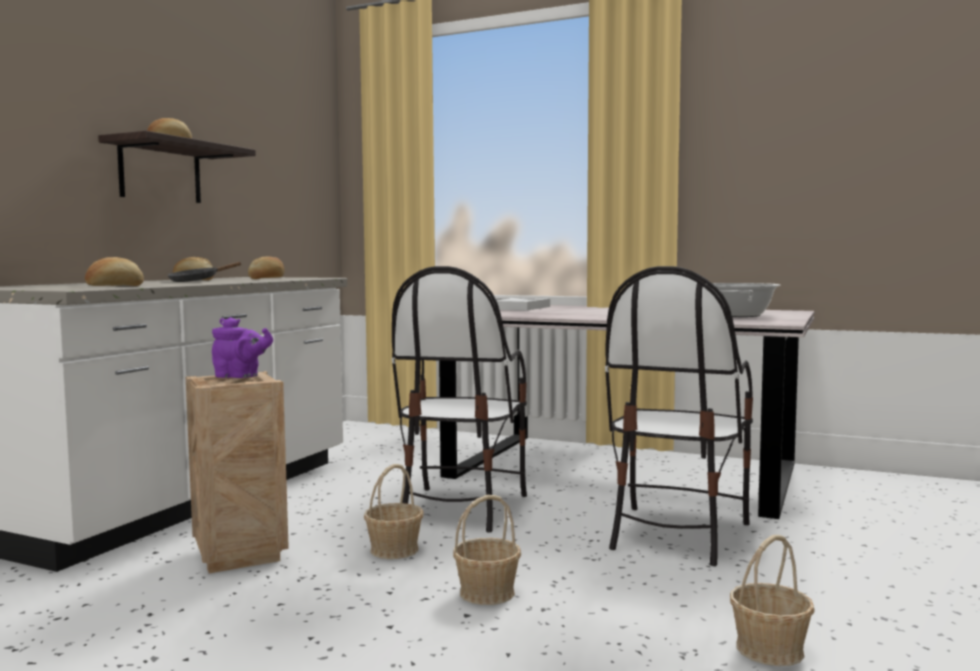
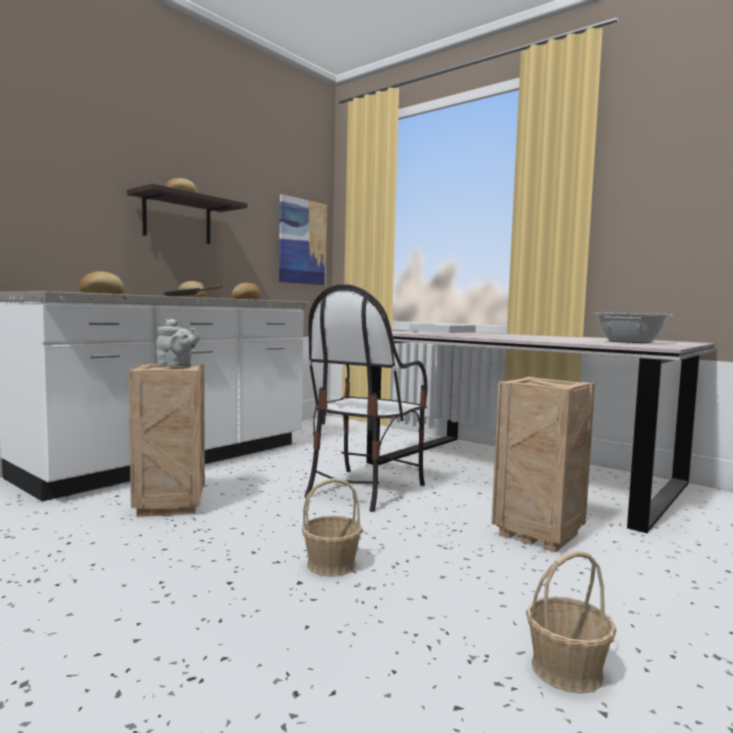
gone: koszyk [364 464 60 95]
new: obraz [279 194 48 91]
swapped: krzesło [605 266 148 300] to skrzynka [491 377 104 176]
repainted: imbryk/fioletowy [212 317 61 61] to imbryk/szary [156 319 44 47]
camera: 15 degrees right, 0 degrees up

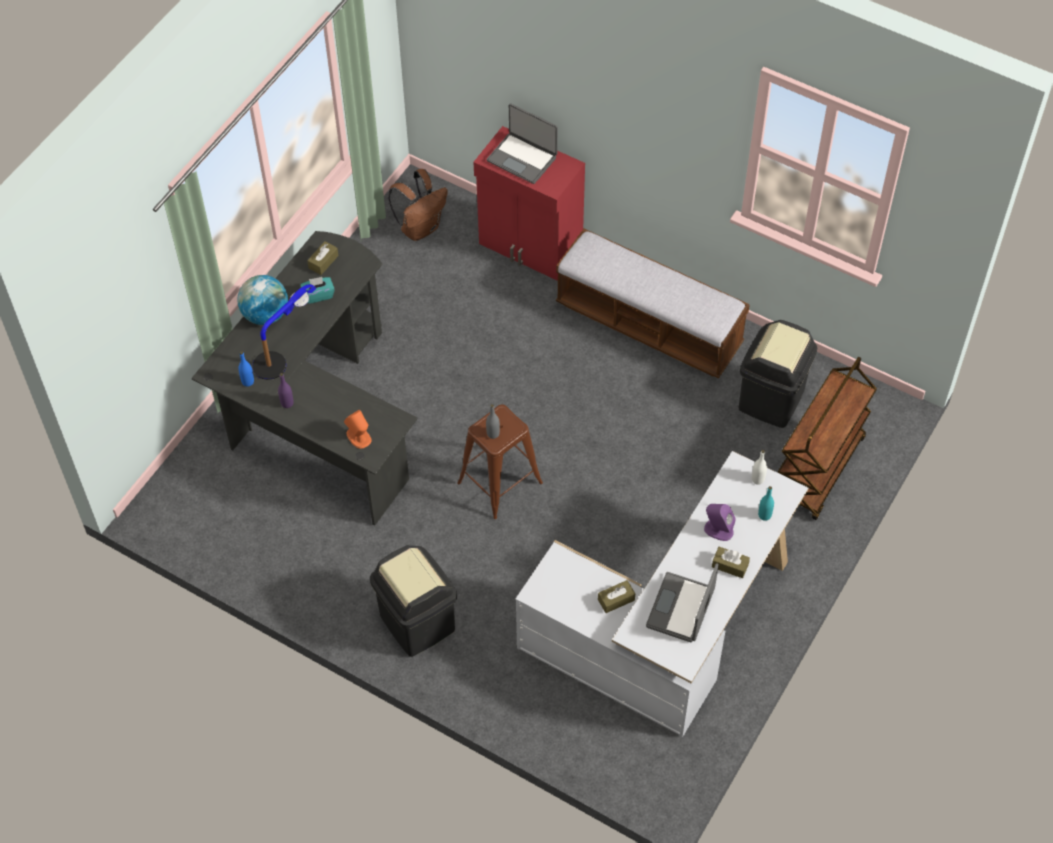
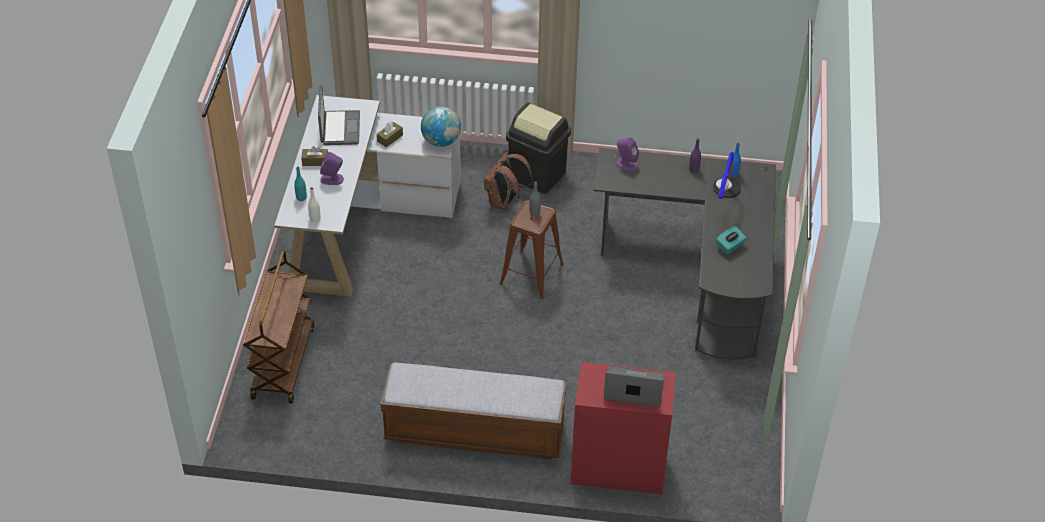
gone: pudełko chusteczek/brązowy [307 241 31 34]; kosz na śmieci/czarny [739 320 78 108]
shifted: globus [237 275 51 50] to [421 106 40 41]; plecak/brązowy [388 169 60 72] to [484 152 48 58]
repainted: głośnik/pomarańczowy [344 409 28 40] to głośnik/fioletowy [616 138 23 33]
camera: 155 degrees right, 10 degrees down

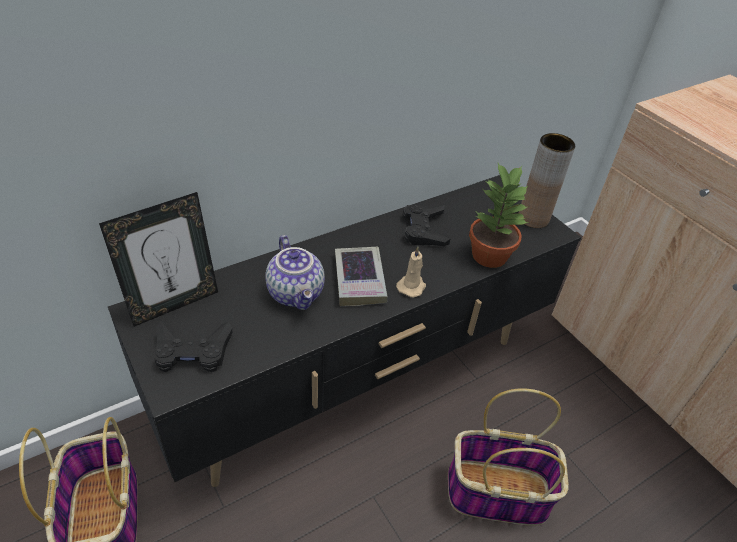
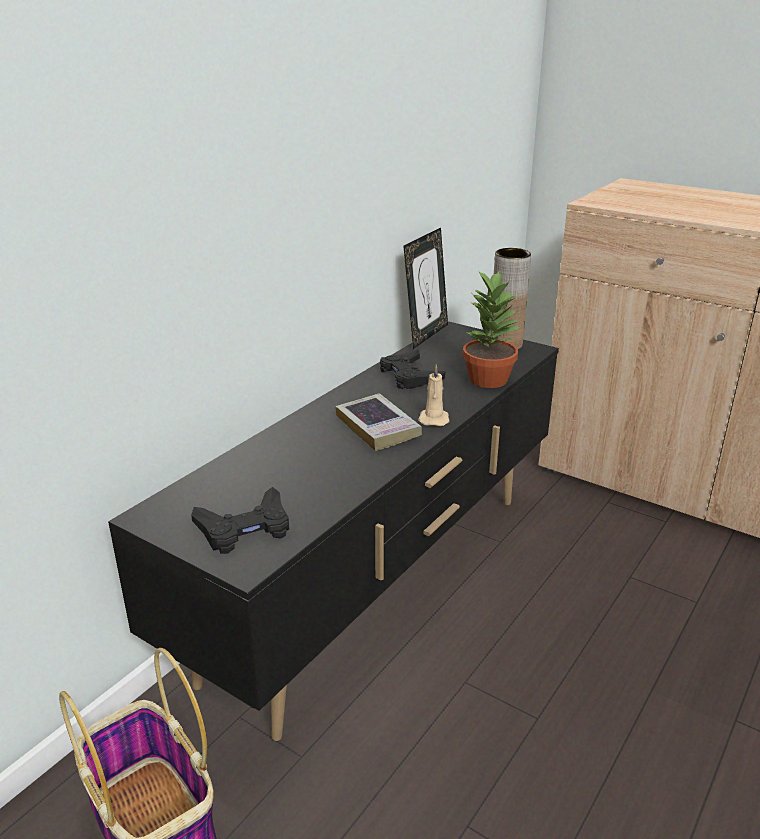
gone: imbryk [265 235 60 75]; koszyk [448 388 121 138]
shifted: ramka na zdjęcie [99 192 119 135] to [403 228 45 121]
camera: 20 degrees left, 15 degrees down

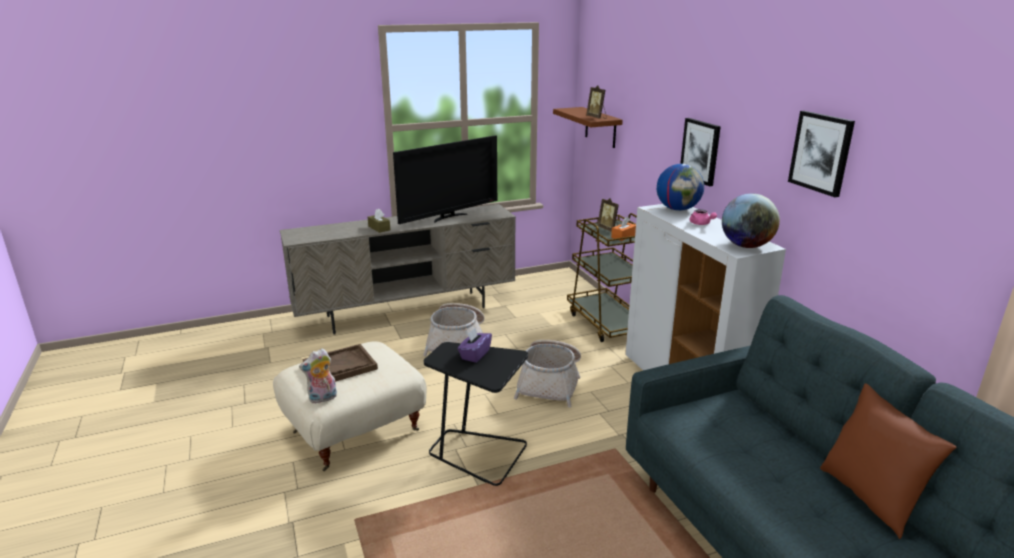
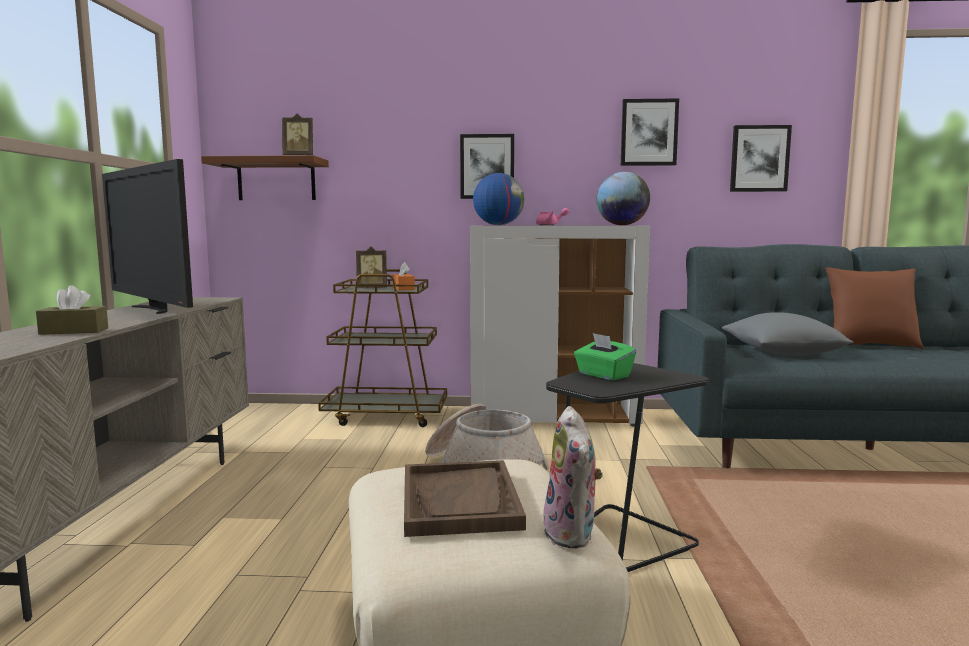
gone: koszyk [423 303 61 53]
new: poduszka/szary [722 312 132 43]; obraz [730 125 62 67]
repainted: pudełko chusteczek/fioletowy [458 327 34 36] to pudełko chusteczek/zielony [574 333 62 47]
rotated: telewizor [393 135 104 89] = [102 159 91 155] 150 degrees clockwise
camera: 65 degrees left, 15 degrees down

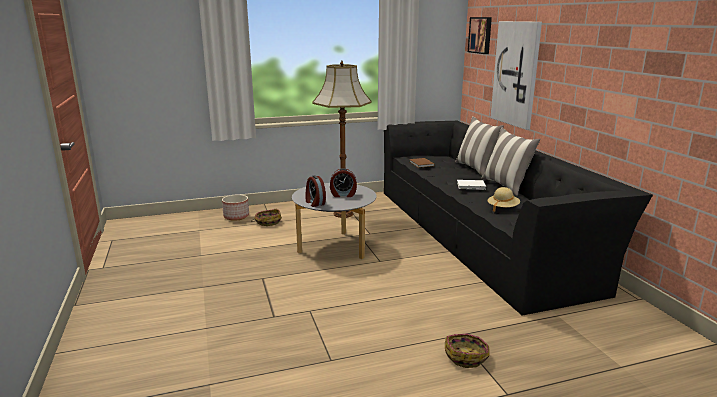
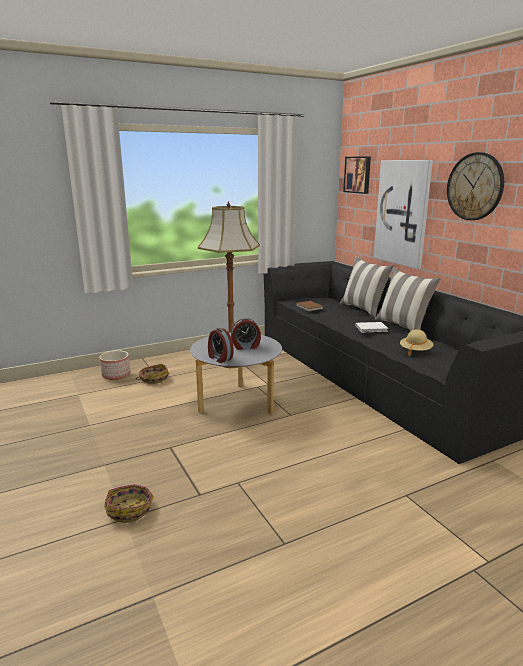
new: zegar ścienny [447 152 57 68]
shifted: koszyk [445 334 45 34] to [104 484 50 39]
camera: 10 degrees left, 0 degrees up

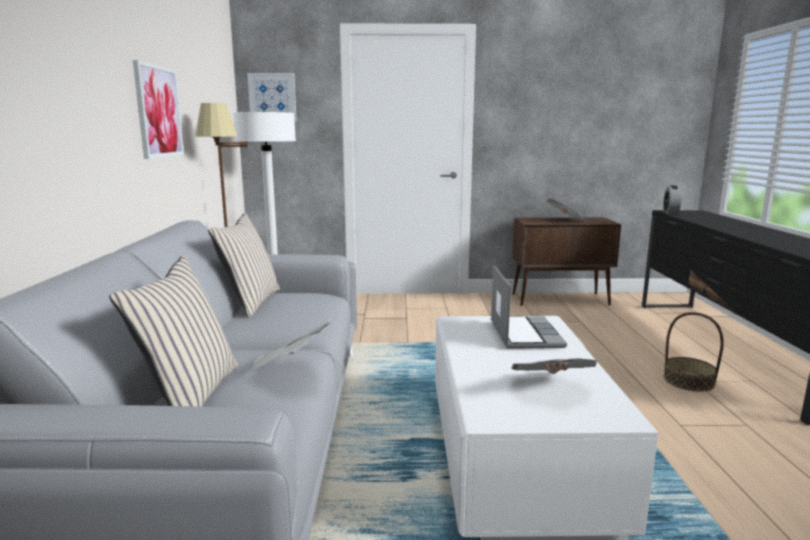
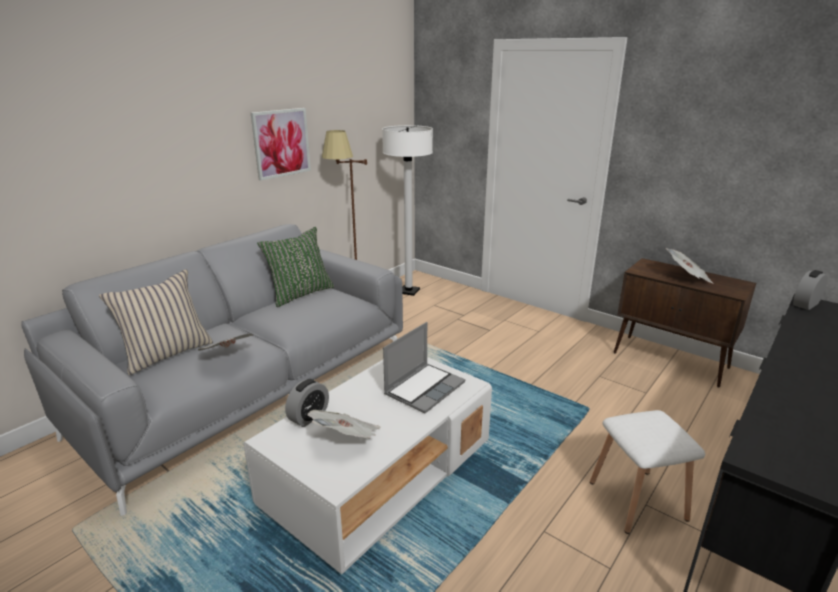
gone: obraz [247 73 50 48]
new: budzik [285 379 44 48]
swapped: koszyk [664 312 60 80] to stołek/biały [590 410 115 124]
repainted: poduszka/beżowy [208 213 72 104] to poduszka/zielony [257 227 77 80]
camera: 40 degrees right, 10 degrees up

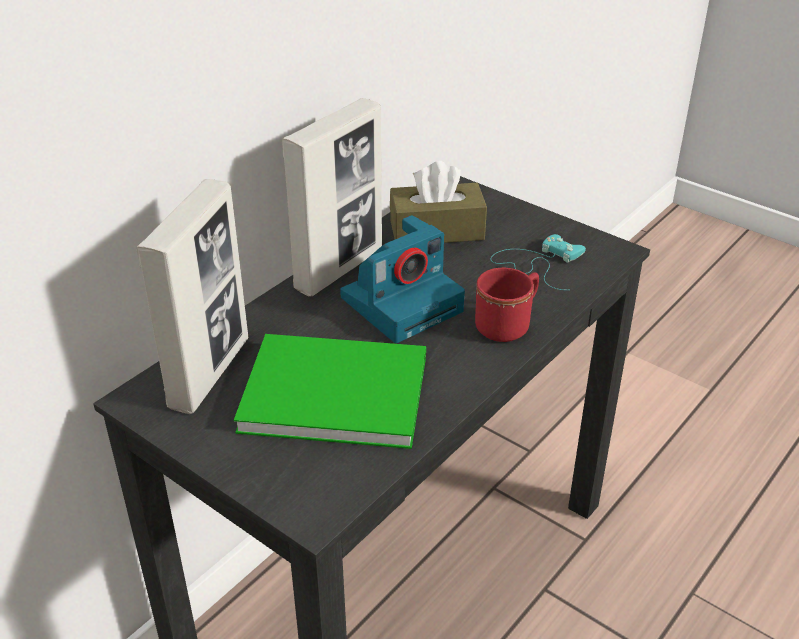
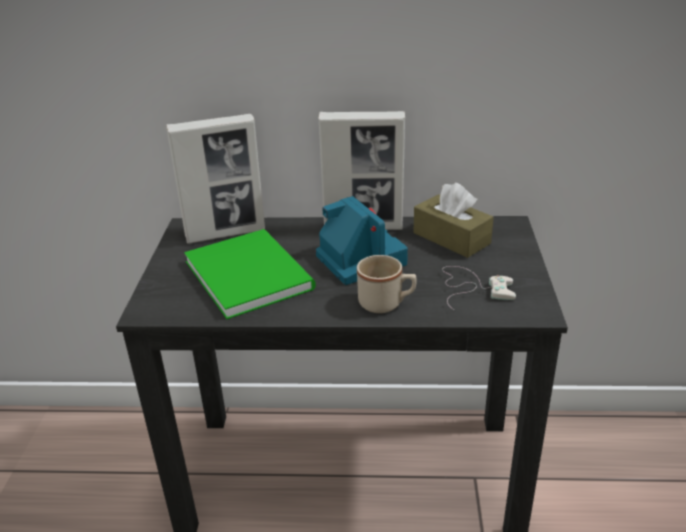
repainted: kubek/czerwony [475 267 64 75] to kubek/beżowy [357 255 60 58]; pad do gier/turkusowy [490 234 96 56] to pad do gier/biały [442 266 74 44]
rotated: aparat fotograficzny [340 215 125 128] = [316 196 92 89] 135 degrees counterclockwise
camera: 55 degrees right, 5 degrees down

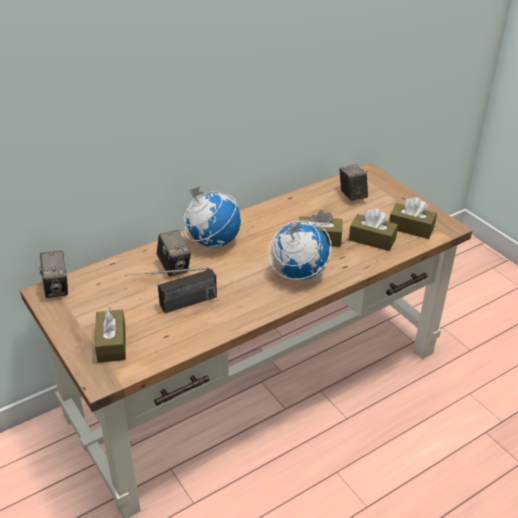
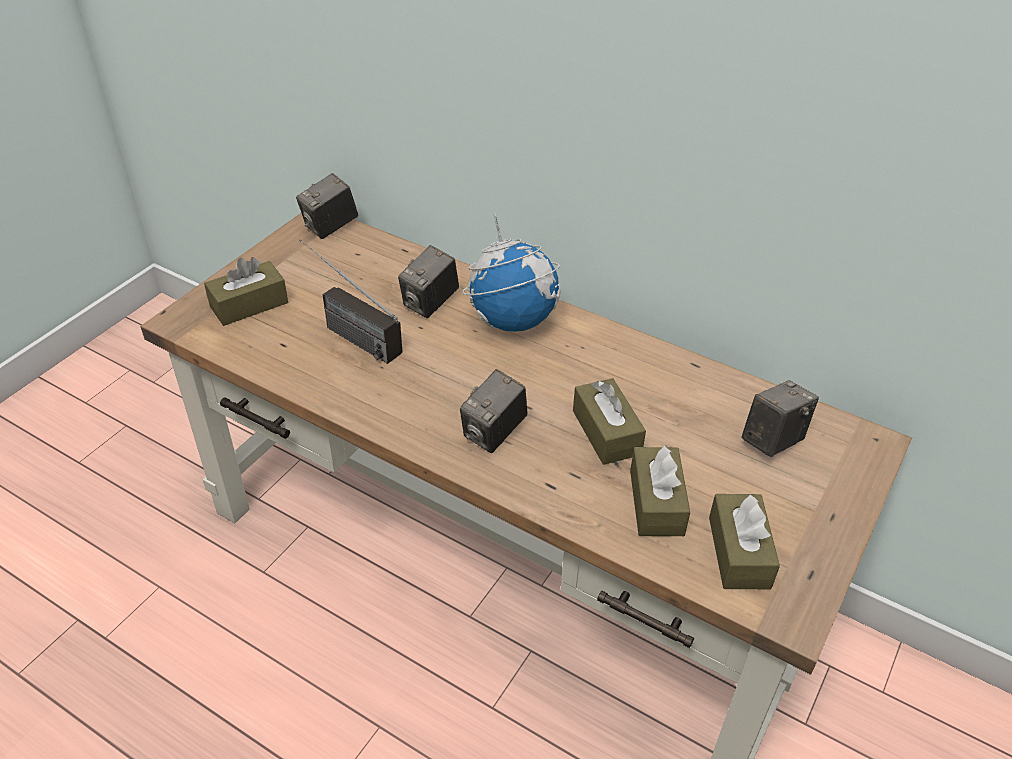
swapped: globus [268 220 64 60] to aparat fotograficzny [460 369 67 84]
camera: 65 degrees right, 5 degrees up

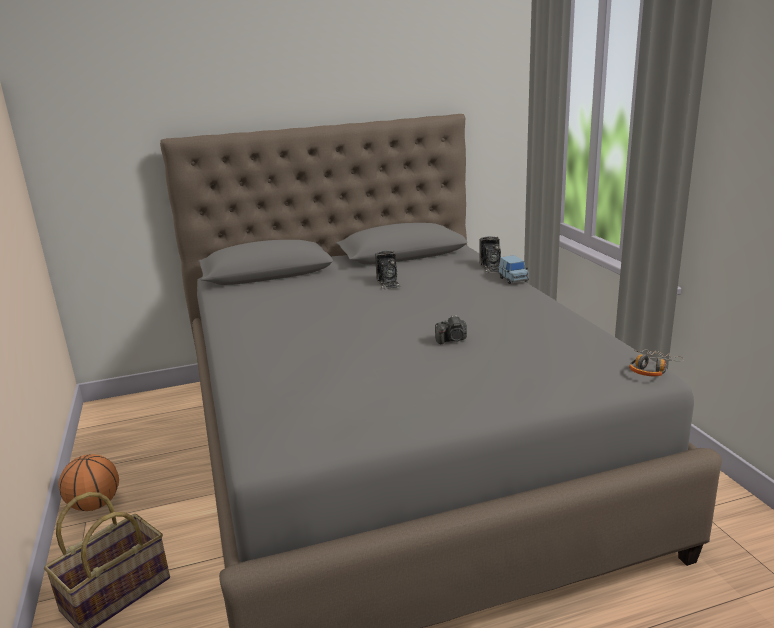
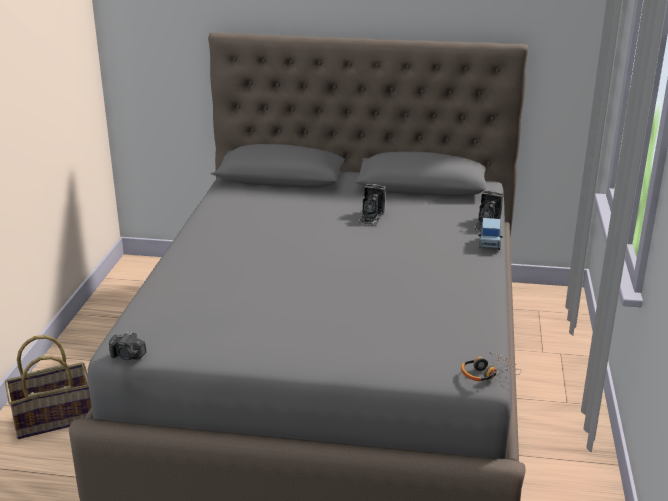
gone: piłka do koszykówki [59 454 60 57]
shifted: aparat fotograficzny [435 315 32 29] to [109 332 38 28]
camera: 25 degrees right, 5 degrees up

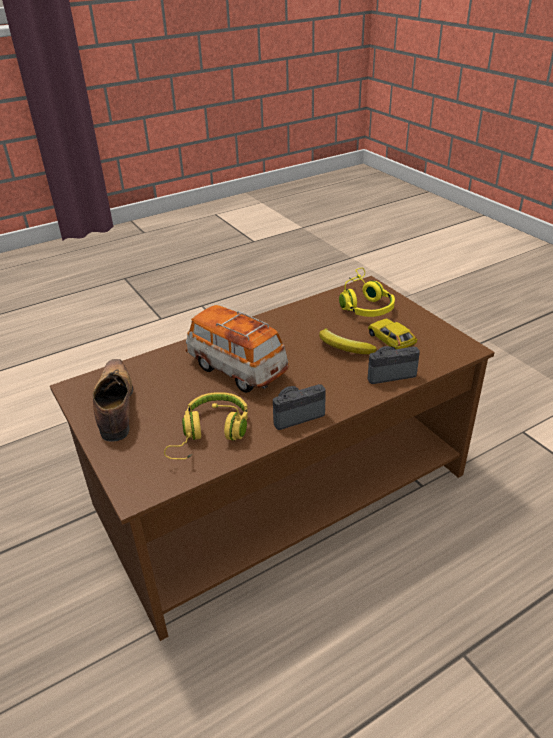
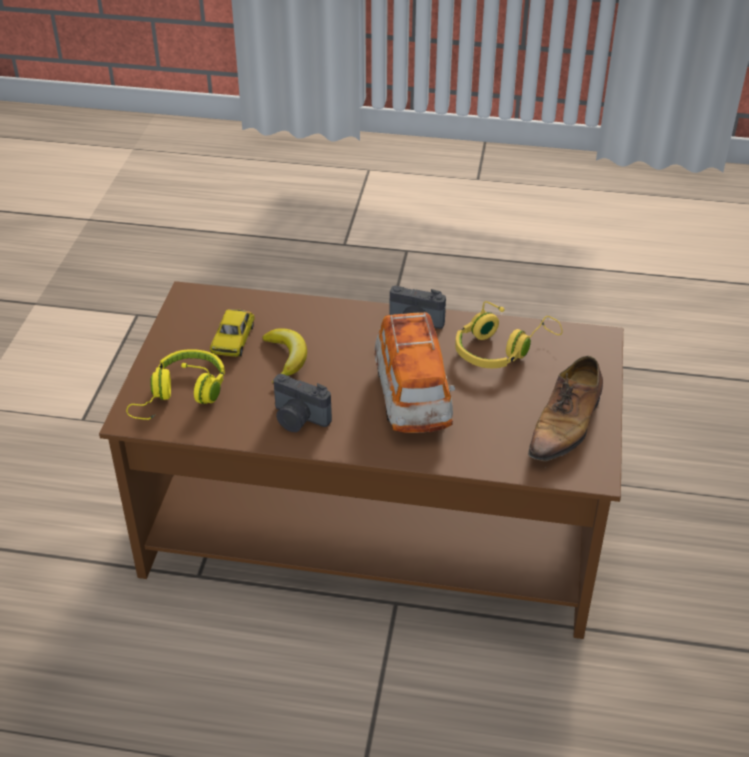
shifted: aparat fotograficzny [368 346 52 38] to [274 374 58 58]
camera: 140 degrees left, 5 degrees up

